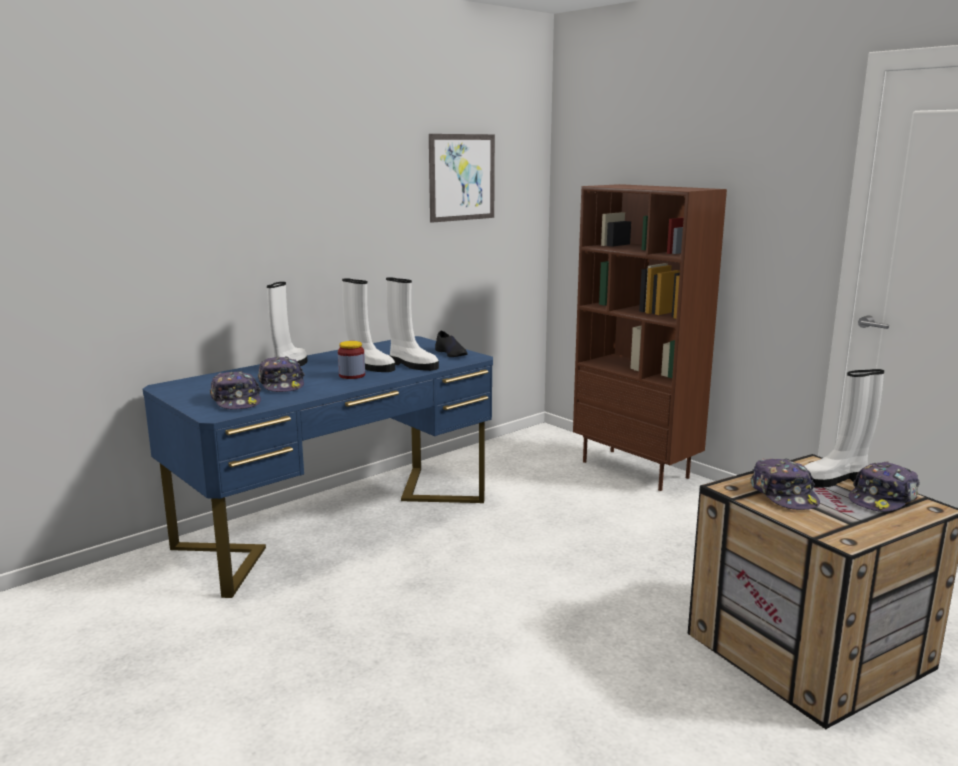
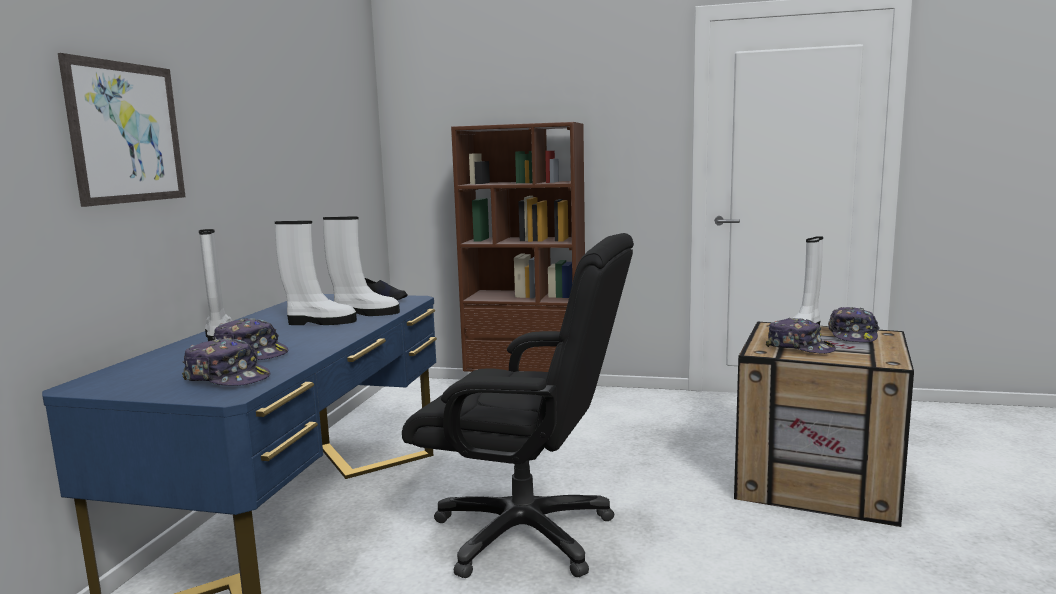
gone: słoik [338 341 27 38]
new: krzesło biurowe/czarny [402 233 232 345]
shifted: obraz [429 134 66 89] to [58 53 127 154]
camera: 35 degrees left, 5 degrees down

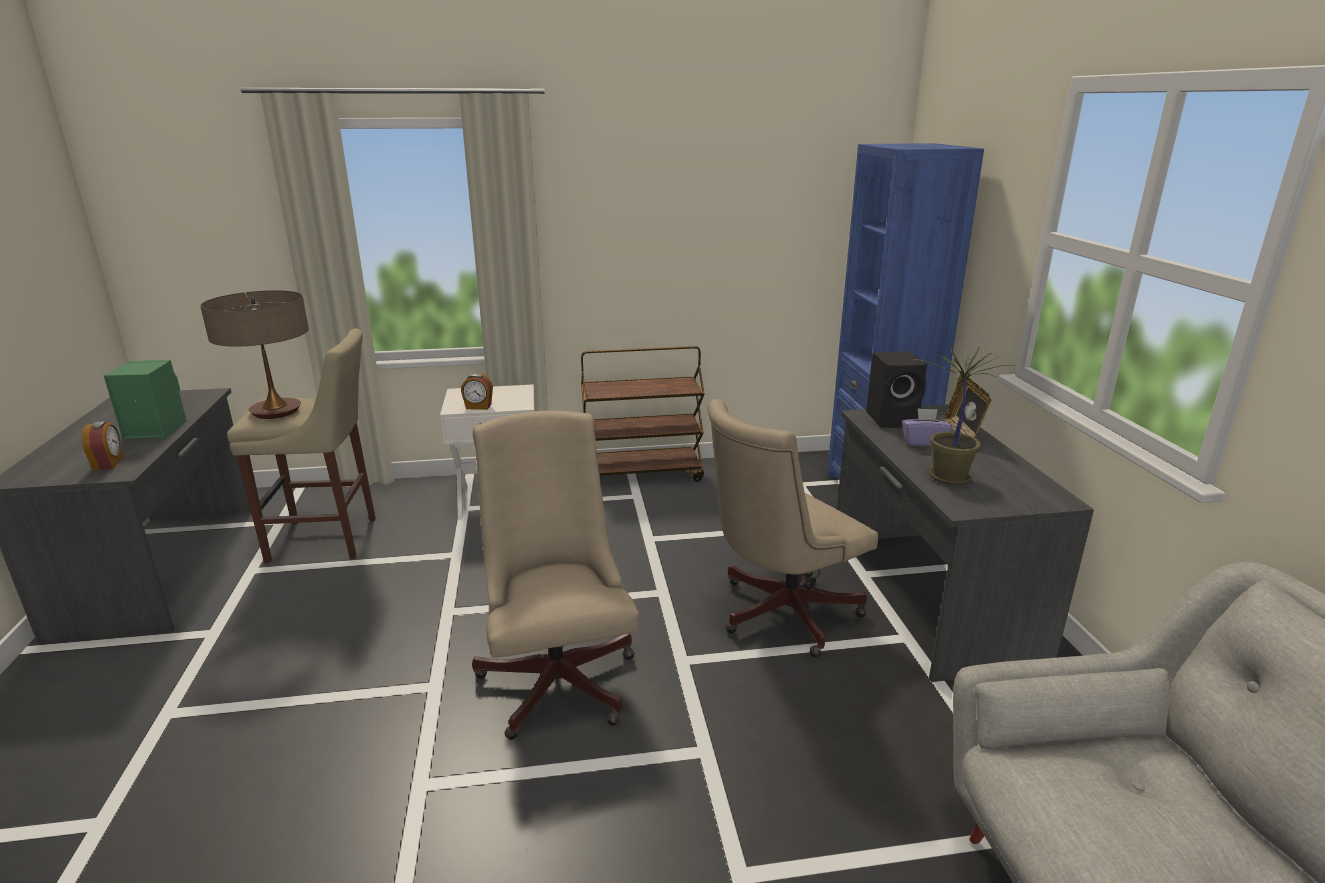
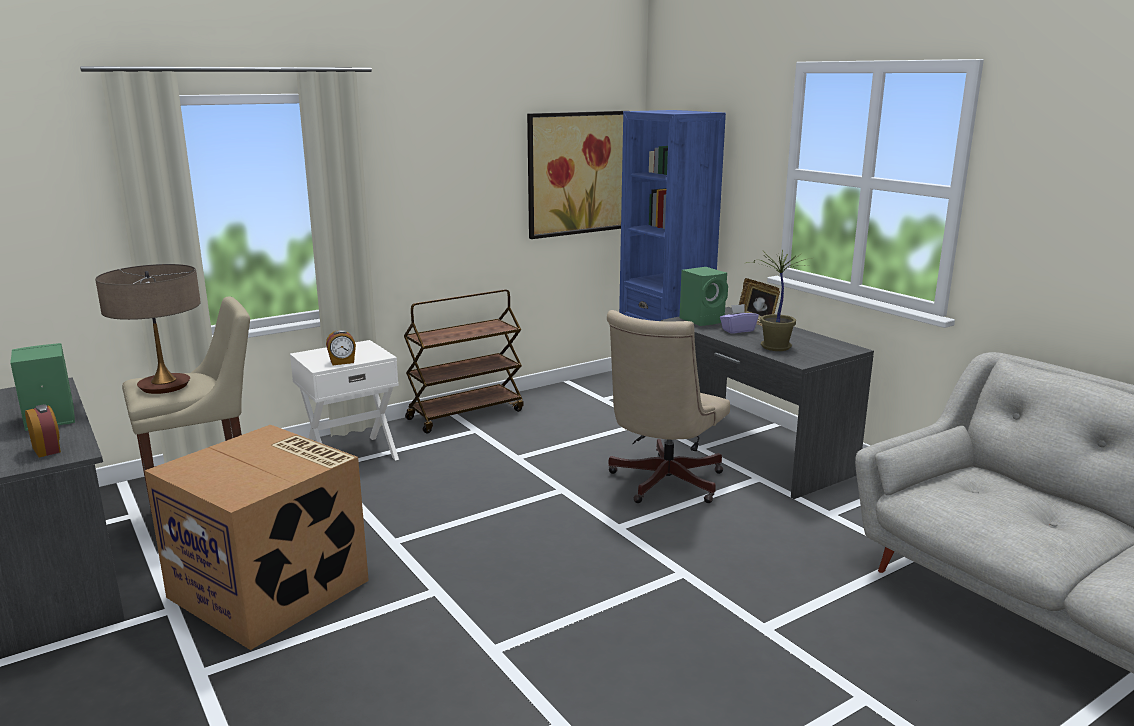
gone: krzesło biurowe/beżowy [472 411 167 329]
new: karton [145 425 224 225]; obraz [527 111 97 128]
repainted: głośnik/czarny [866 351 61 77] to głośnik/zielony [679 267 49 59]
camera: 25 degrees left, 5 degrees down

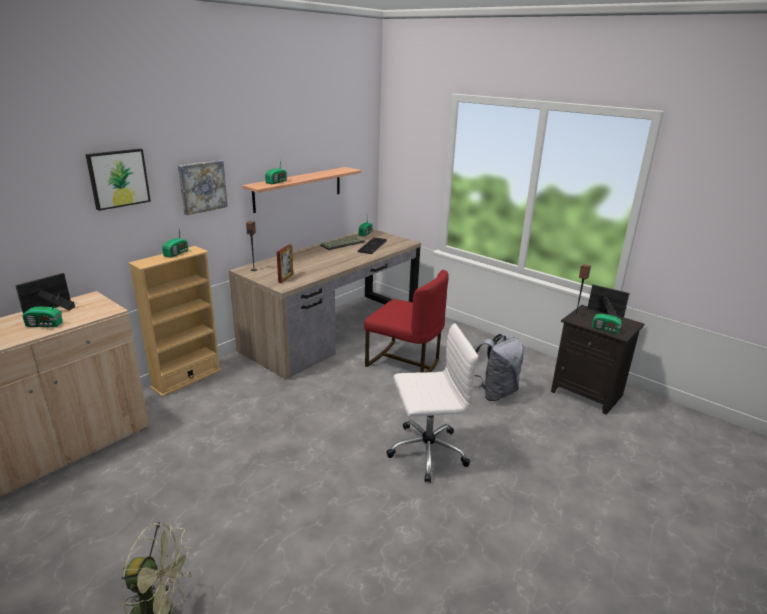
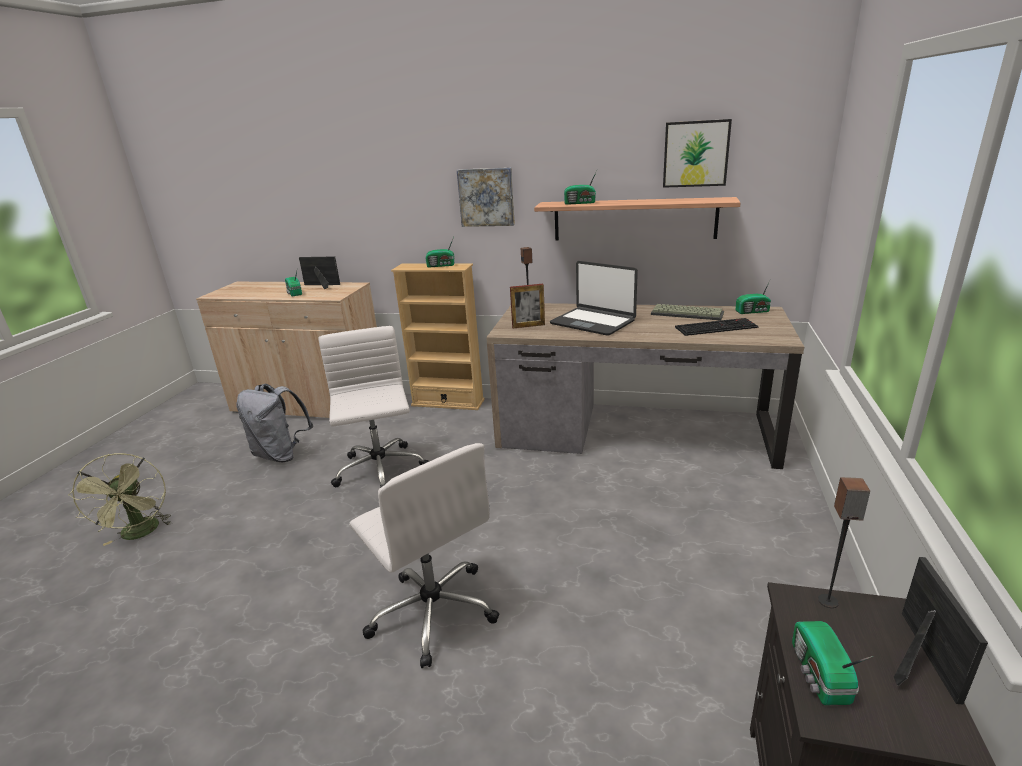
gone: krzesło/czerwony [364 270 85 103]
new: krzesło biurowe/biały [319 326 110 162]; laptop [550 261 88 75]
shifted: obraz [85 149 66 62] to [663 119 69 69]; plecak/szary [474 334 50 67] to [236 384 77 78]
camera: 65 degrees right, 0 degrees up

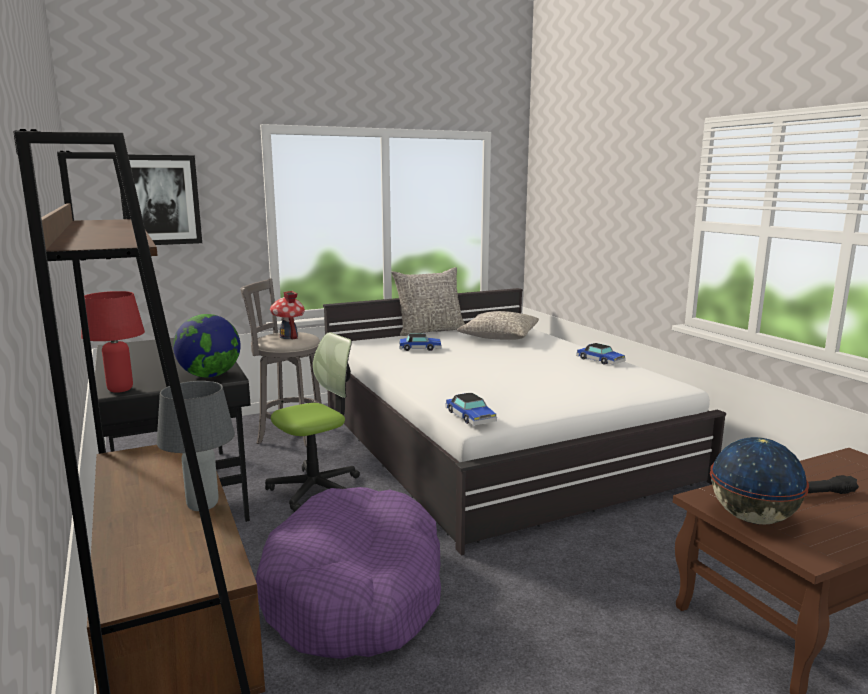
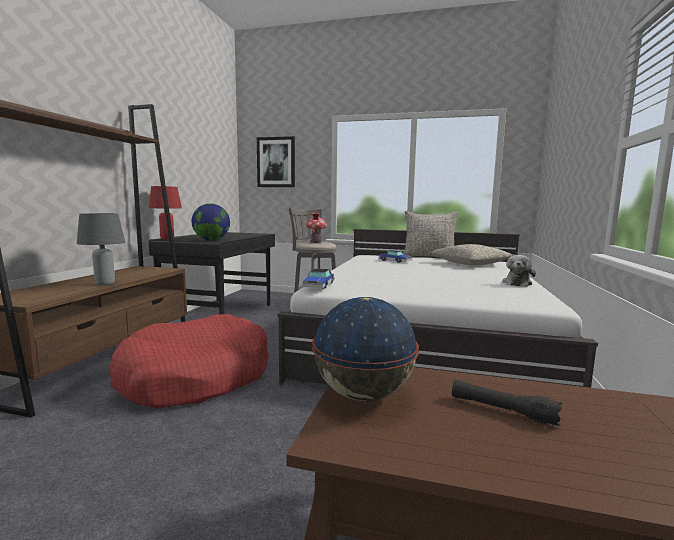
gone: krzesło biurowe [265 332 95 180]
swapped: samochodzik [576 343 50 22] to pluszak [502 255 34 32]
repainted: legowisko/fioletowy [255 487 186 172] to legowisko/czerwony [109 314 160 95]
camera: 40 degrees right, 5 degrees down

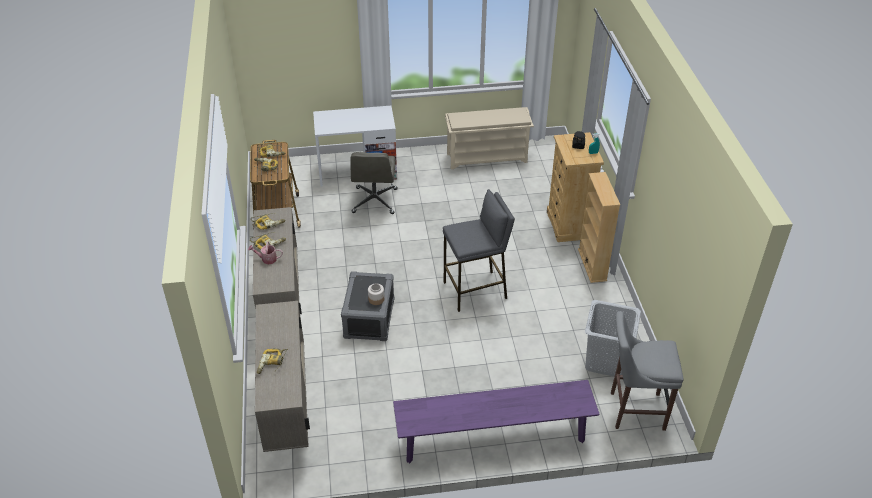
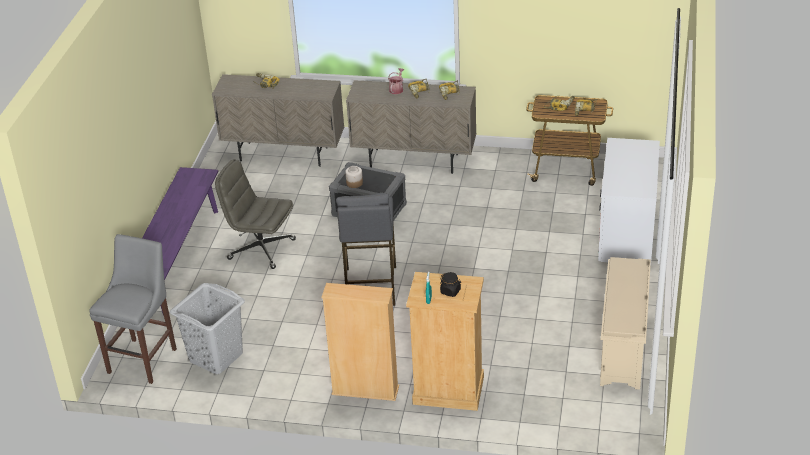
shifted: krzesło biurowe/szary [350 152 47 62] to [215 159 81 110]
camera: 110 degrees right, 5 degrees down

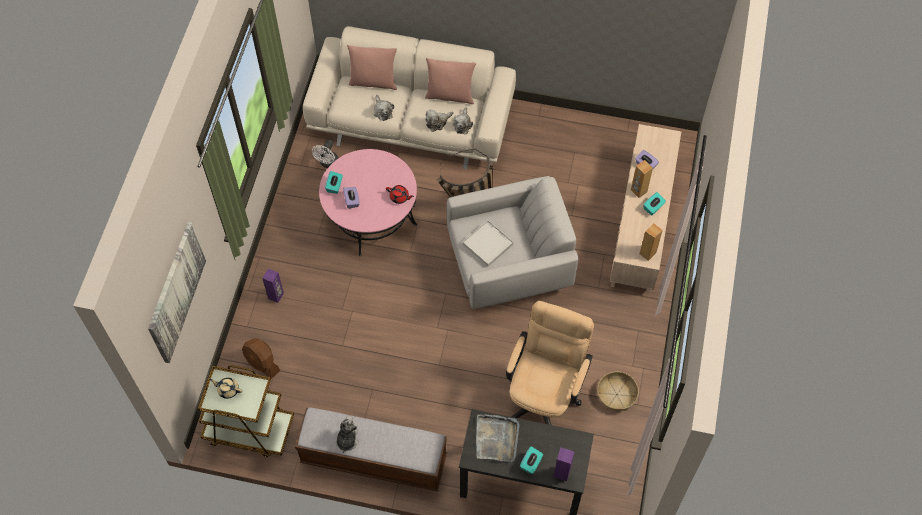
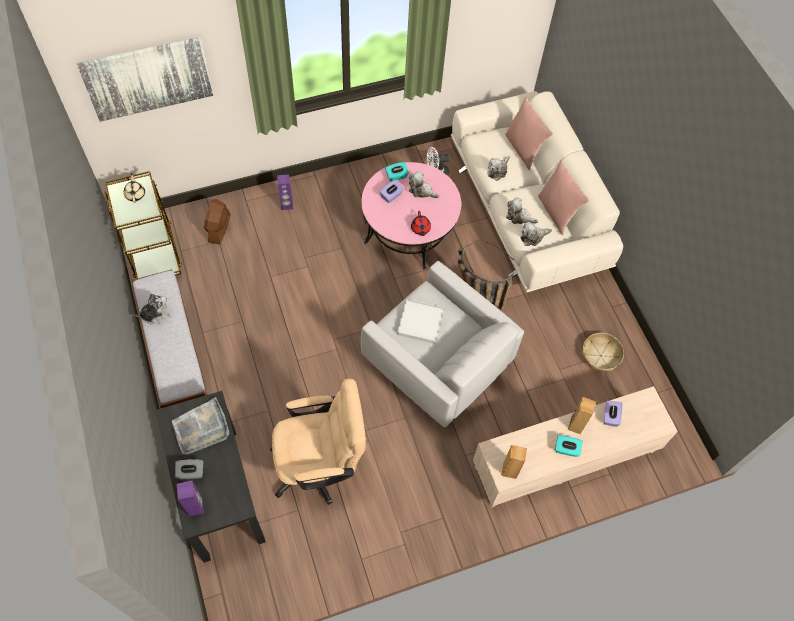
new: pluszak [409 171 30 27]
shifted: koszyk [597 372 42 39] to [582 333 42 38]
repainted: pudełko chusteczek/turkusowy [520 446 23 28] to pudełko chusteczek/szary [175 459 28 20]
camera: 55 degrees right, 0 degrees up

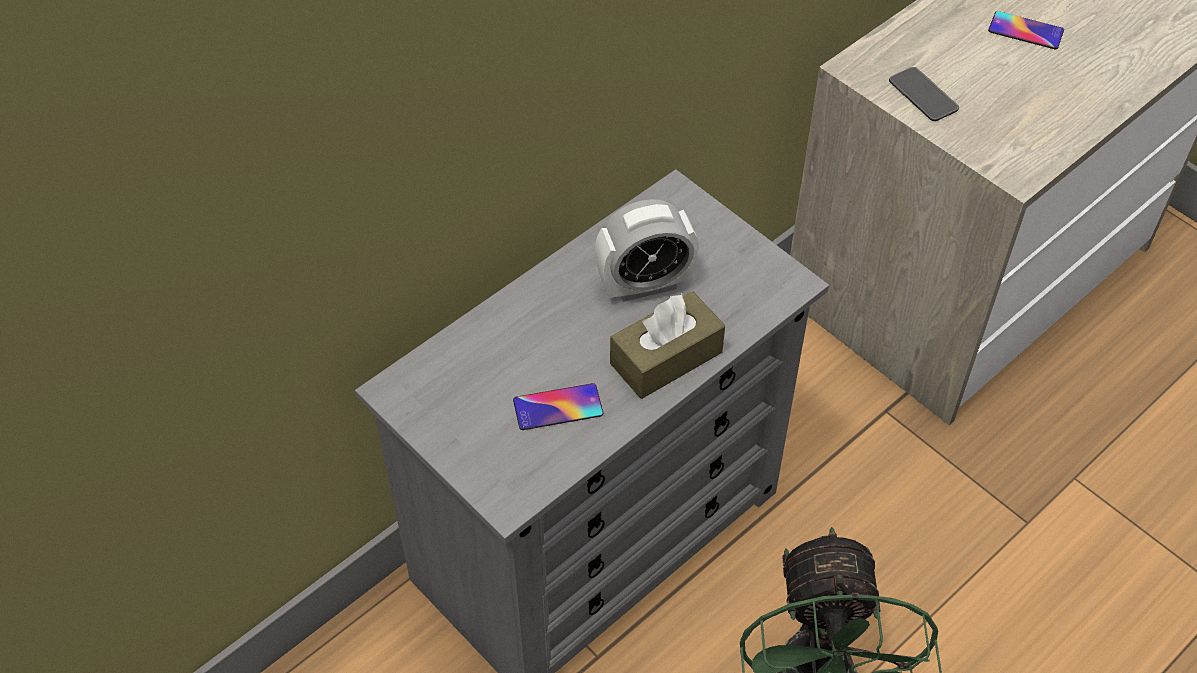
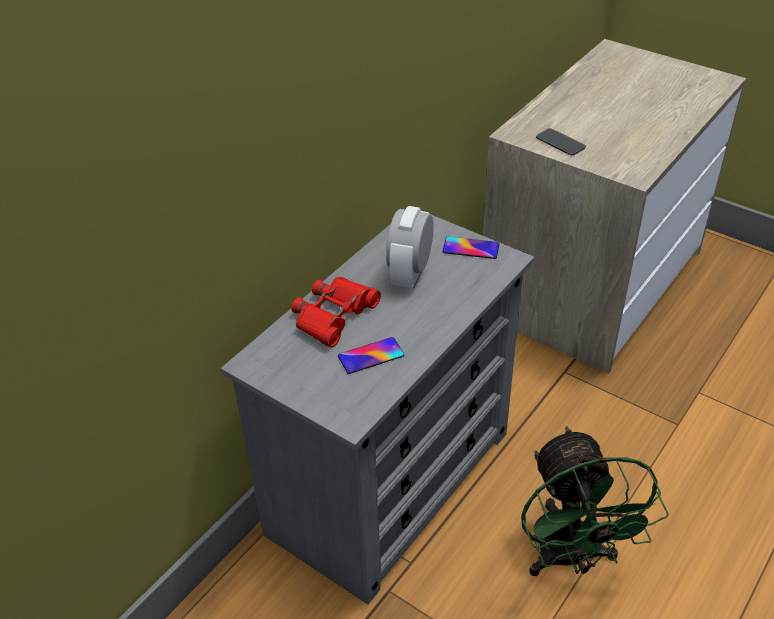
gone: pudełko chusteczek/brązowy [610 291 115 108]
new: lornetka/czerwony [291 277 90 70]
shifted: telefon [988 11 76 38] to [442 237 57 22]
rotated: budzik [595 199 104 103] = [386 206 48 82] 135 degrees clockwise
camera: 10 degrees left, 10 degrees down

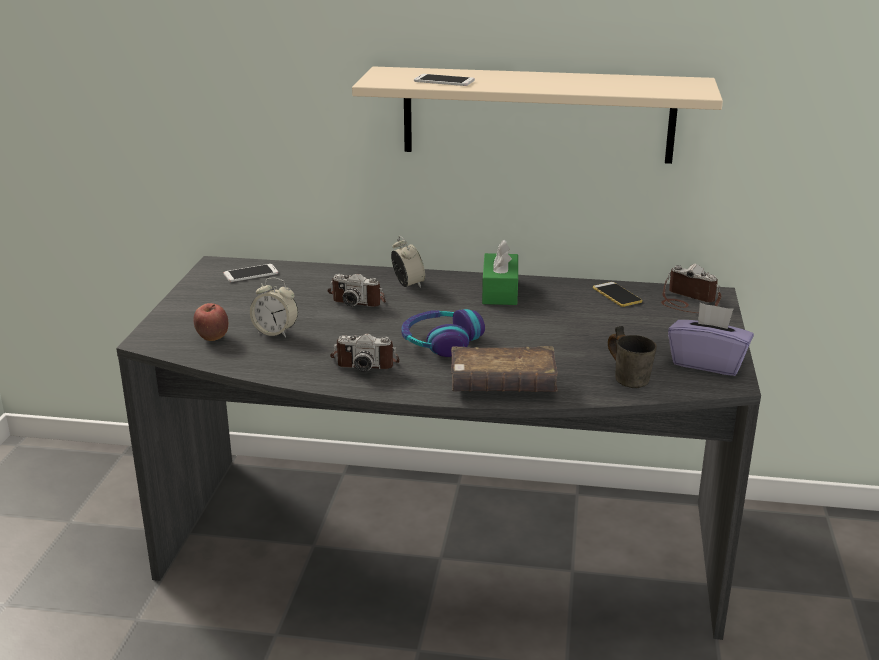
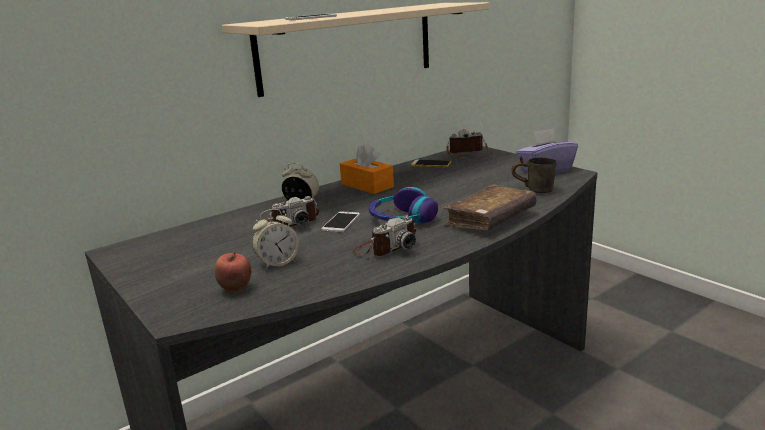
shifted: telefon [223 264 55 18] to [321 211 39 21]
repainted: pudełko chusteczek/zielony [482 240 36 65] to pudełko chusteczek/pomarańczowy [340 143 54 51]
camera: 45 degrees left, 5 degrees down

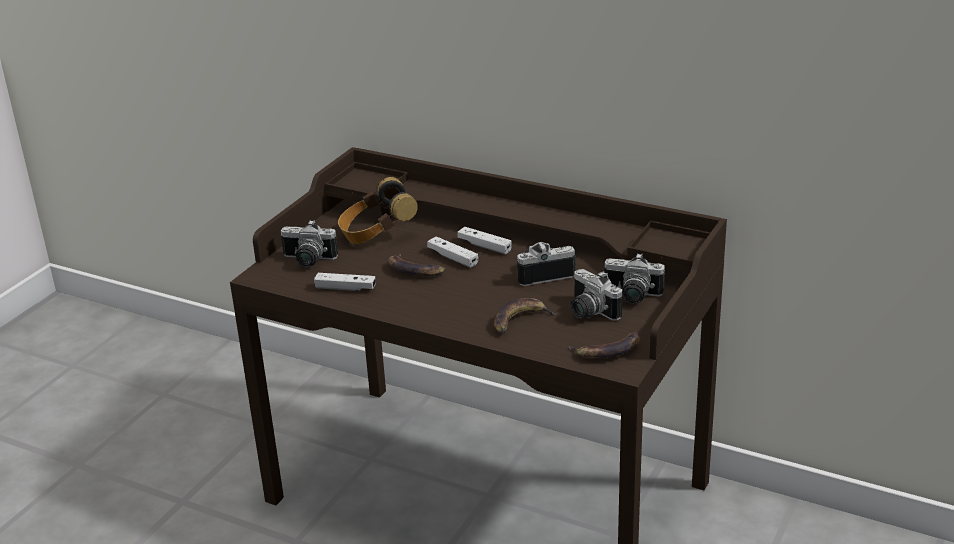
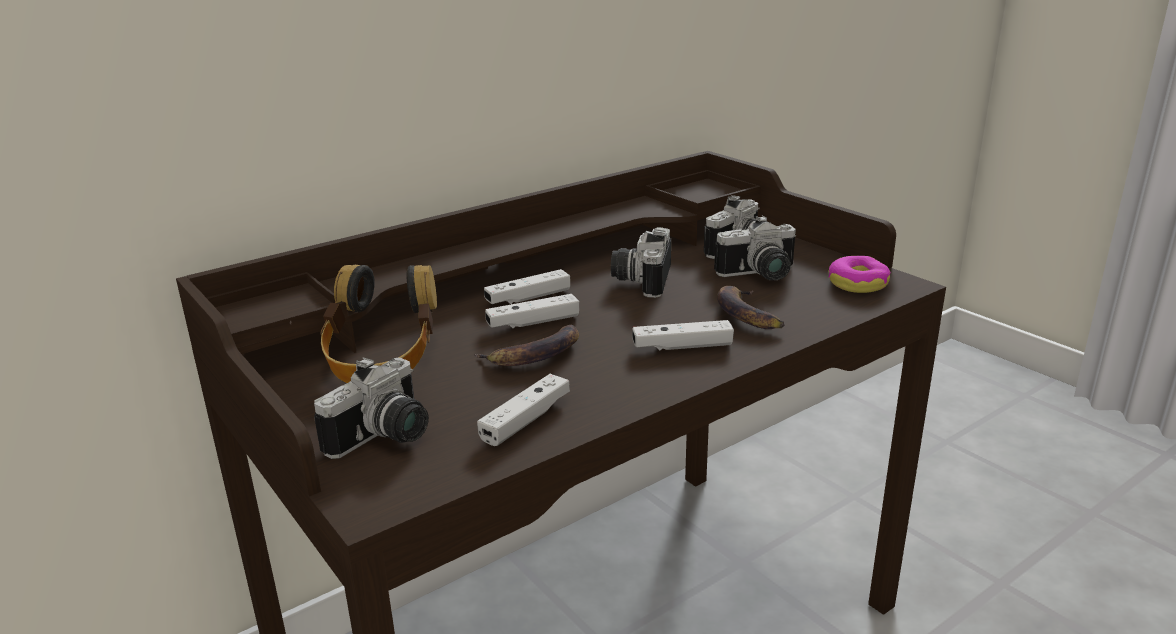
new: pad do gier/biały [632 320 102 30]
swapped: banan [568 332 72 27] to donut [828 256 63 37]
camera: 65 degrees left, 5 degrees down

